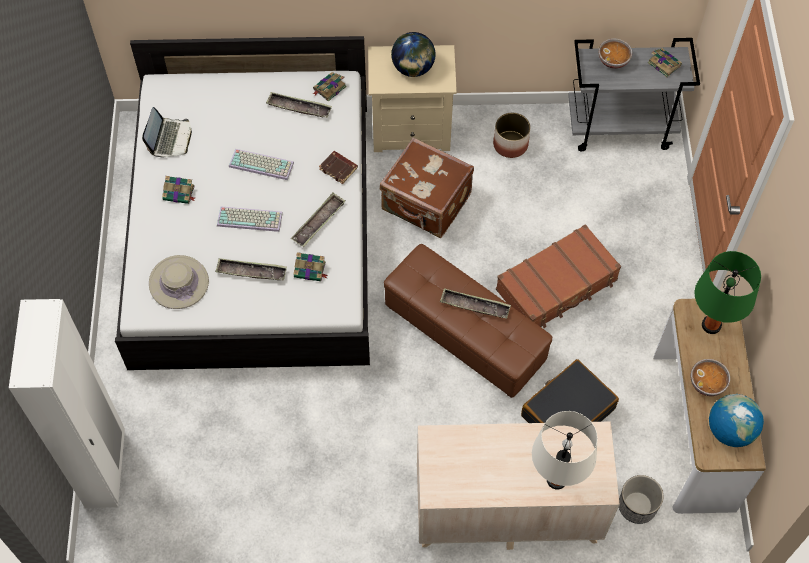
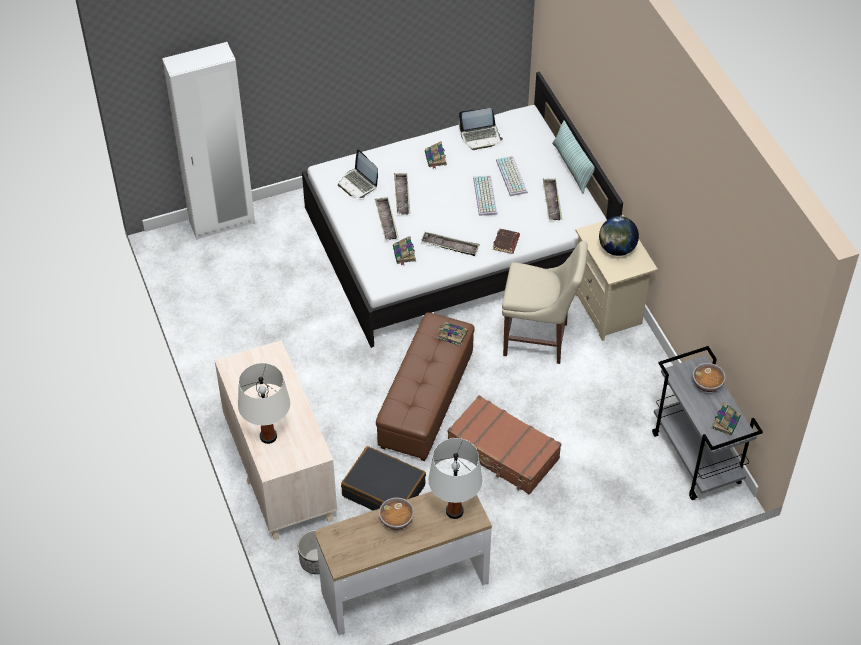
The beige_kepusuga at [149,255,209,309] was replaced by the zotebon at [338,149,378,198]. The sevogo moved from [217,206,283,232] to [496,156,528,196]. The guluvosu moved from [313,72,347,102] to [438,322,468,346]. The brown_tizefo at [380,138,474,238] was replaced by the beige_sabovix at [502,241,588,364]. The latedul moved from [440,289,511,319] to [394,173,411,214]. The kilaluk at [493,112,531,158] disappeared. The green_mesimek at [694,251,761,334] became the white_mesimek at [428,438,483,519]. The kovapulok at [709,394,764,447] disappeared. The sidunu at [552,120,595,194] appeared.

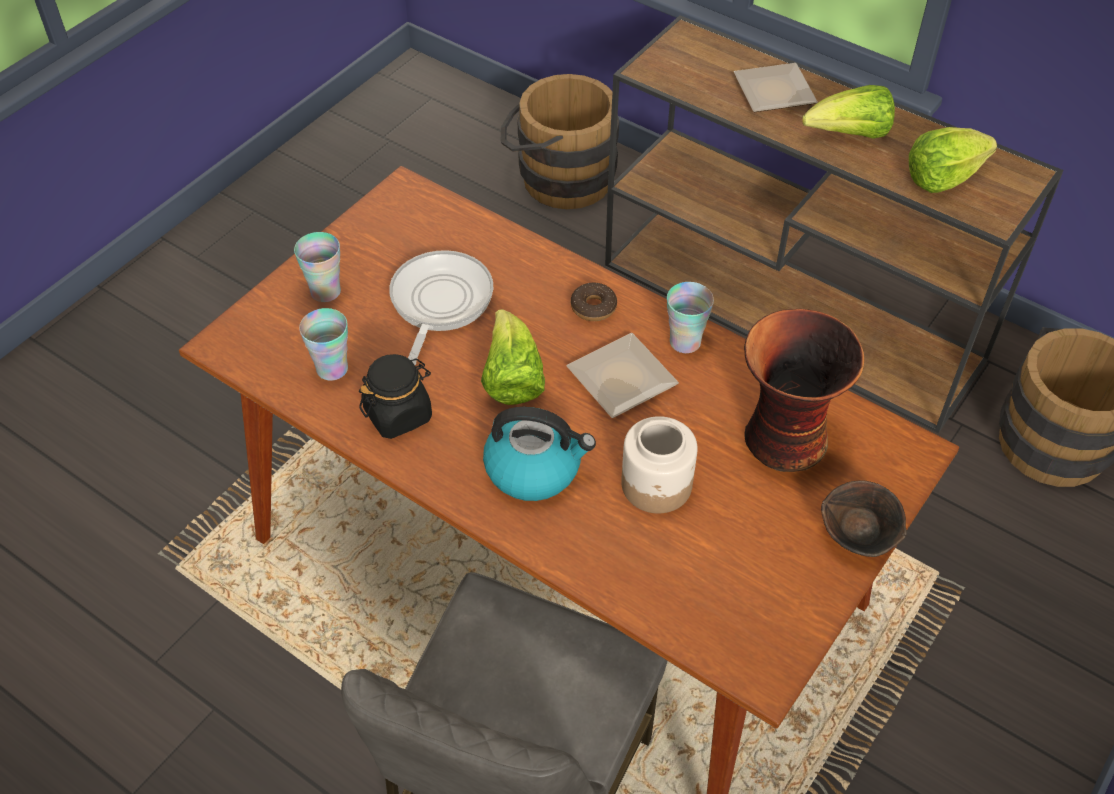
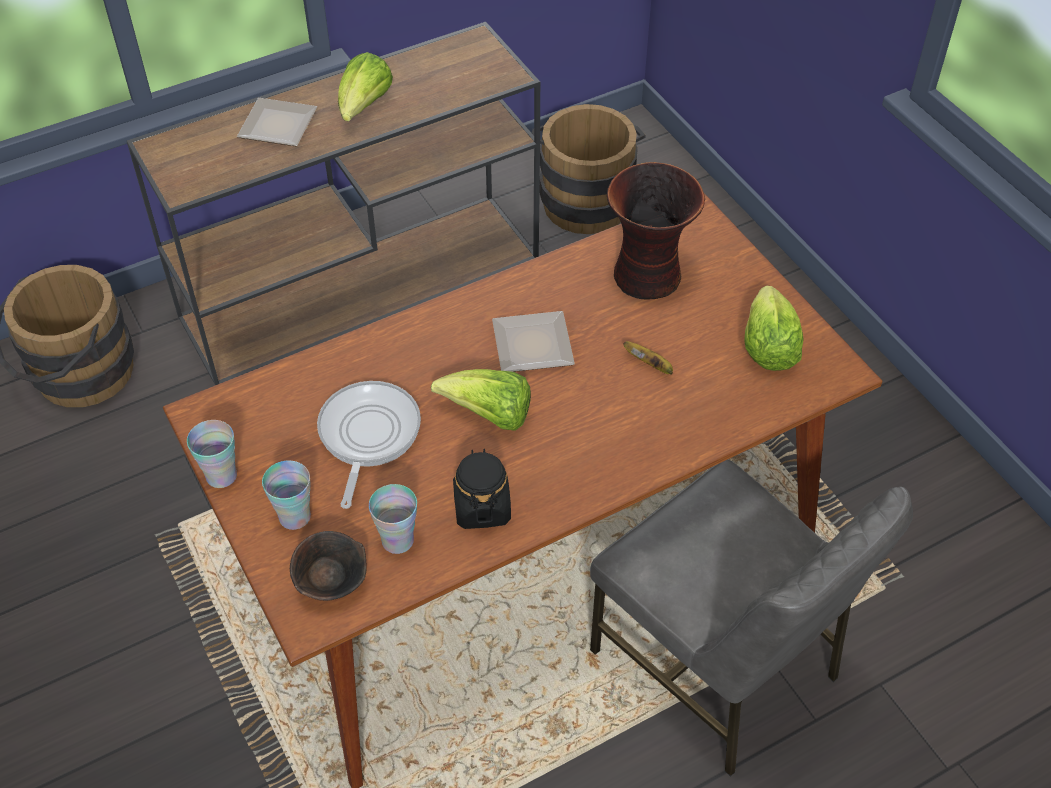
The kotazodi at [389,250,493,365] turned 60 degrees clockwise. The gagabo at [483,407,596,501] disappeared. The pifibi at [571,283,617,321] disappeared. The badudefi at [621,416,698,514] was replaced by the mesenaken at [623,341,673,375]. The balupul moved from [667,282,714,353] to [187,420,237,488]. The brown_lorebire moved from [821,480,907,557] to [290,531,366,601]. The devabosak moved from [909,127,997,193] to [744,286,804,371].

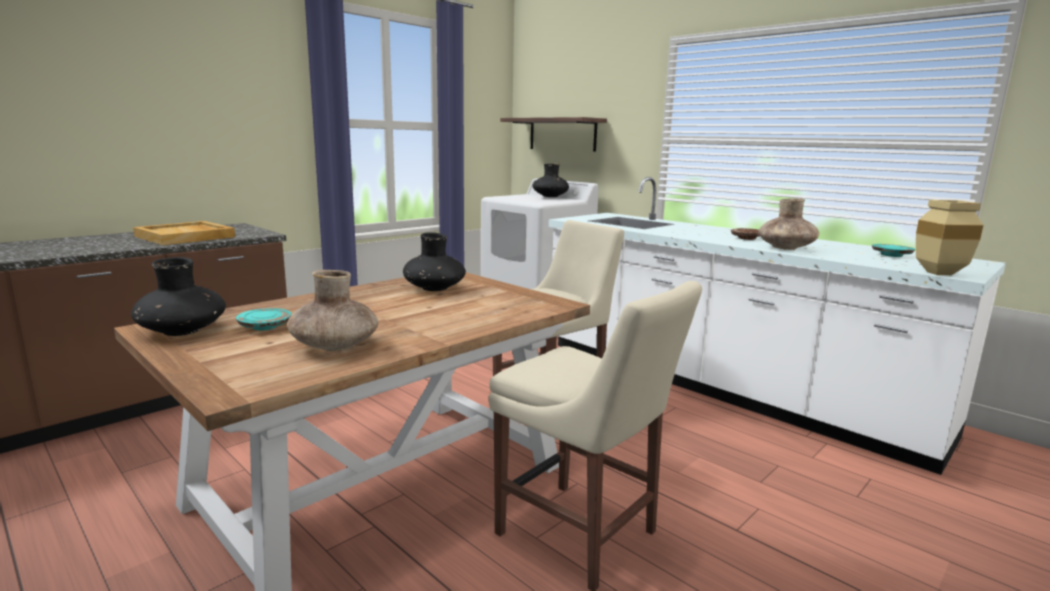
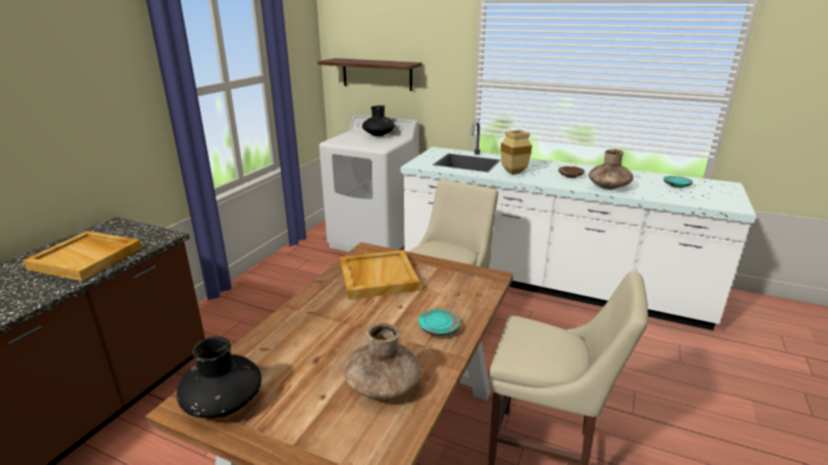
The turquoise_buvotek moved from [236,308,292,330] to [418,309,460,336]. The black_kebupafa at [403,232,466,291] was replaced by the beige_latedul at [340,250,420,300]. The beige_kebupafa moved from [916,200,983,275] to [501,130,532,175].

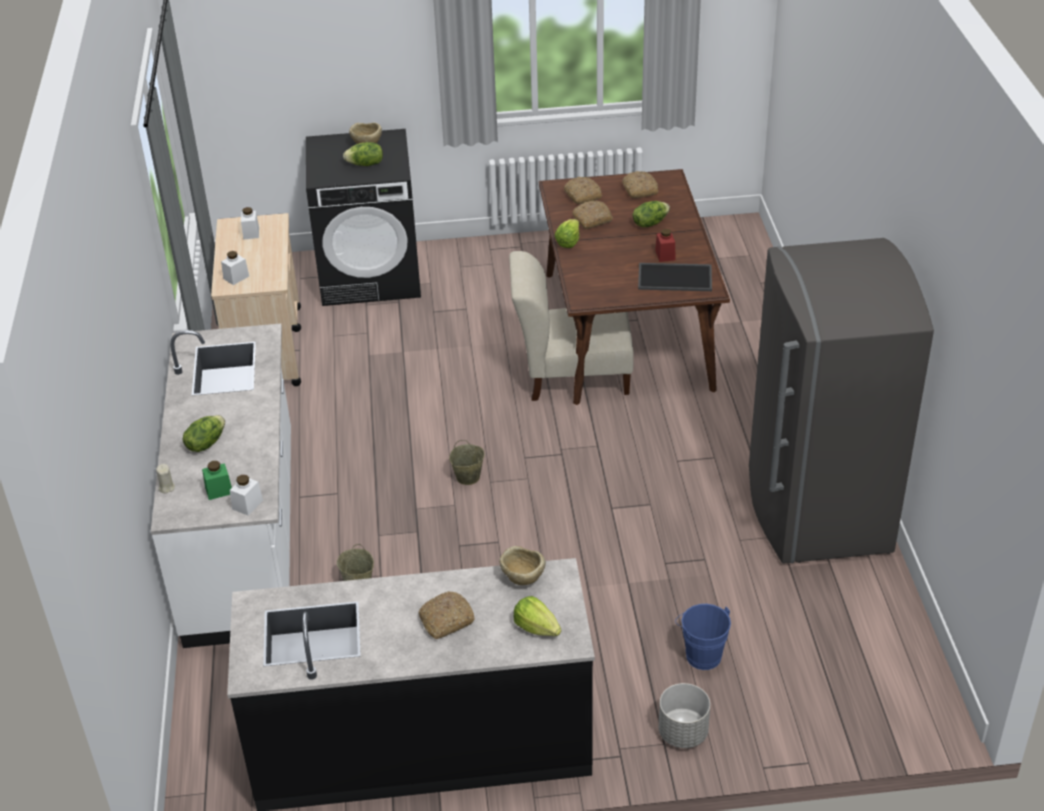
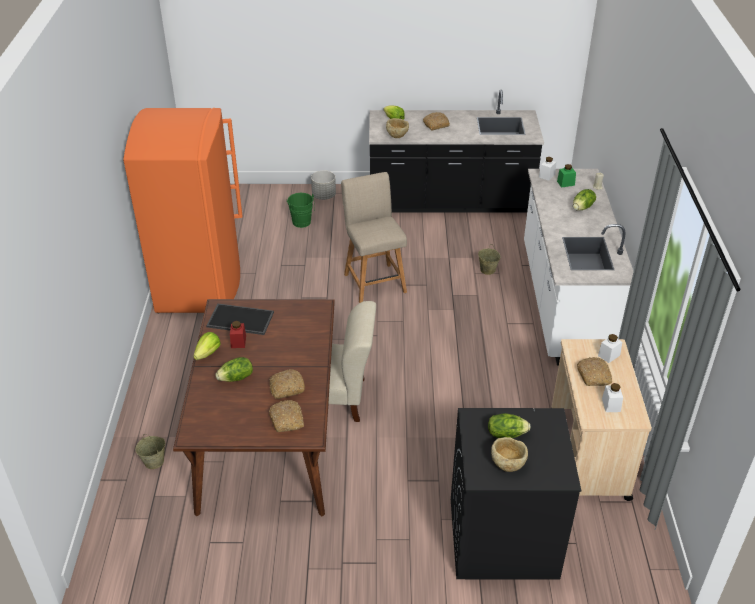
The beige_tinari moved from [449,440,485,485] to [135,434,165,469]. The devabosak moved from [555,219,580,248] to [193,332,221,360]. The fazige moved from [622,171,658,198] to [577,357,612,386]. The blue_tinari at [675,604,731,670] became the green_tinari at [287,193,315,228]. The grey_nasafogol at [749,238,934,563] became the orange_nasafogol at [123,108,243,313]. The beige_sabovix at [341,172,407,303] appeared.

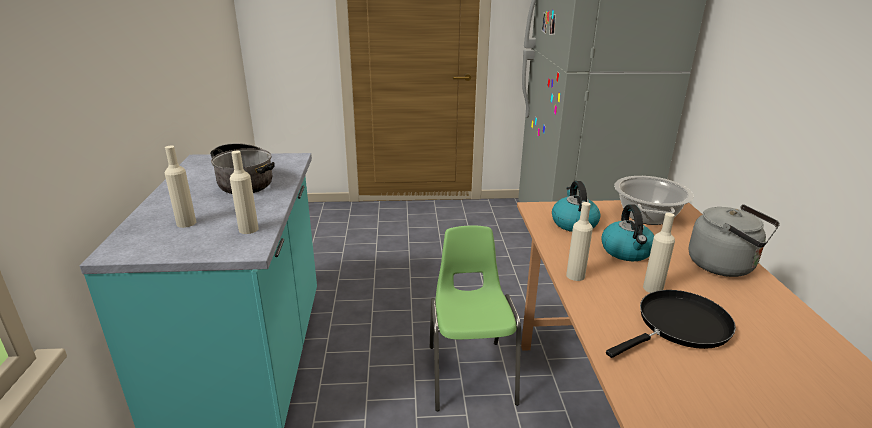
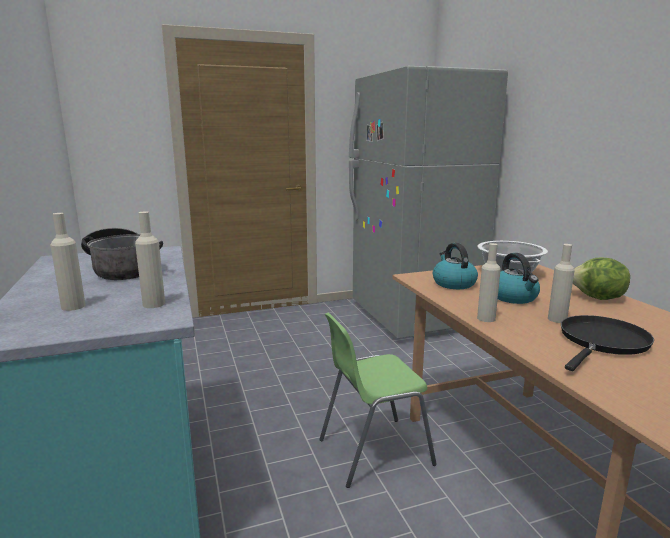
The green_sabovix at [430,226,521,411] turned 90 degrees counterclockwise. The grey_gagabo at [689,205,780,277] was replaced by the devabosak at [573,257,630,300].

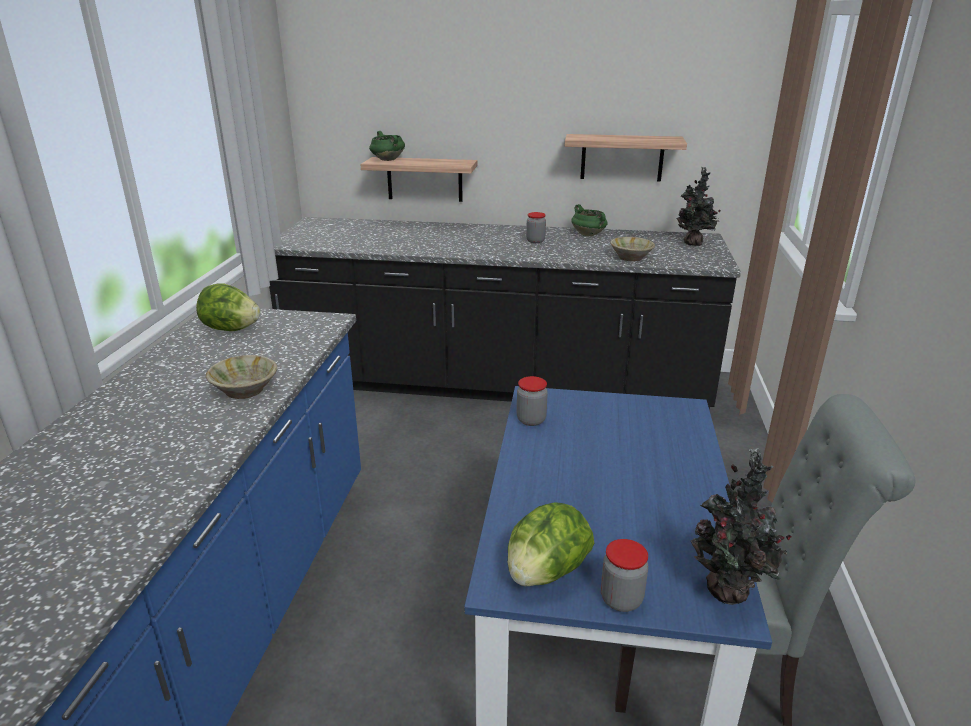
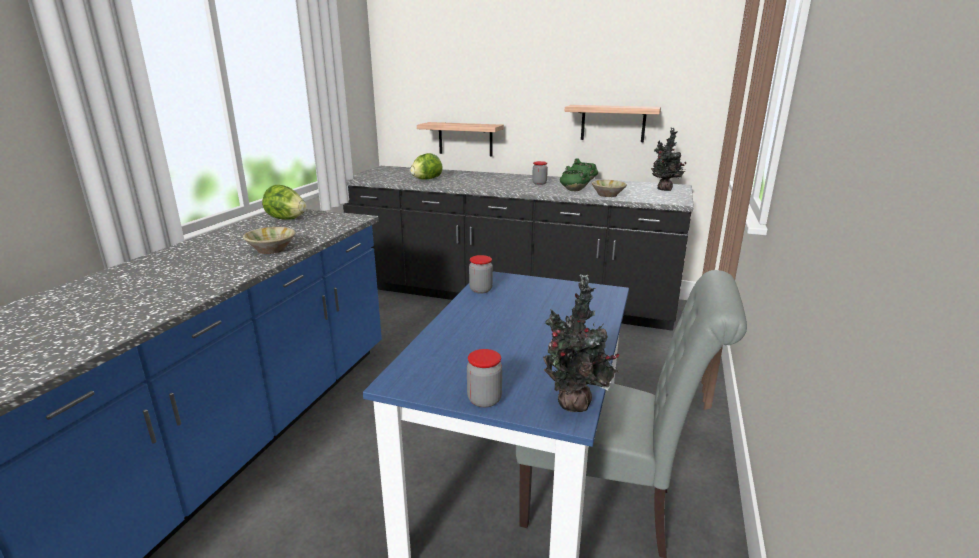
The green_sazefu moved from [369,131,405,161] to [560,166,590,191]. The devabosak moved from [507,502,594,586] to [410,153,443,180].

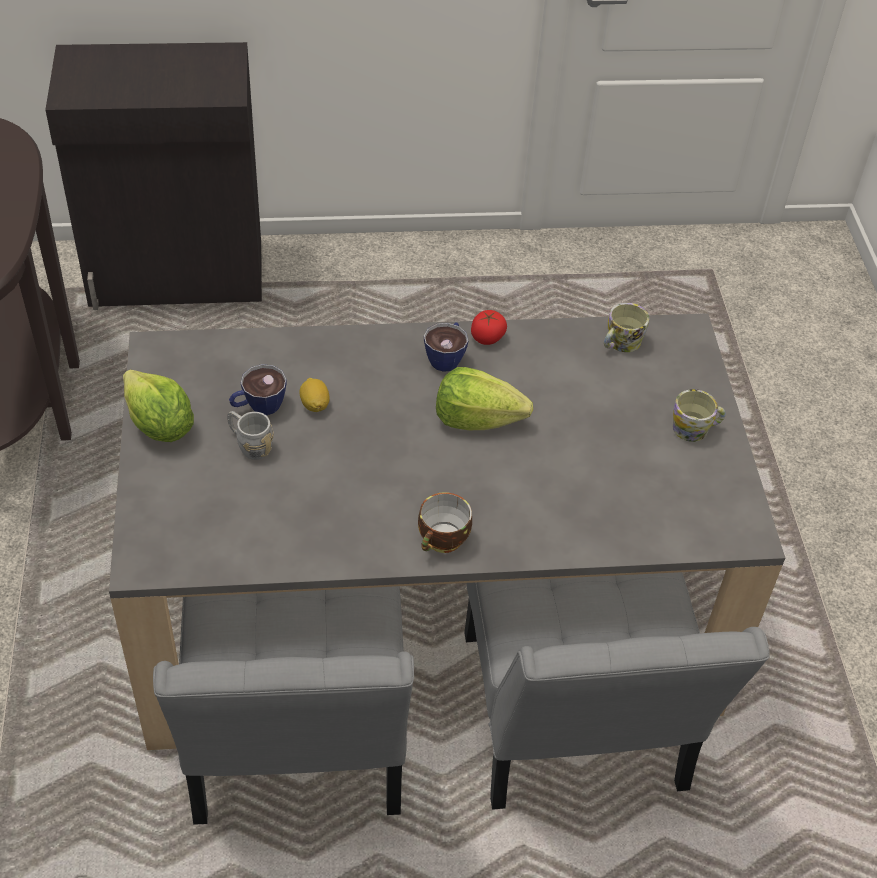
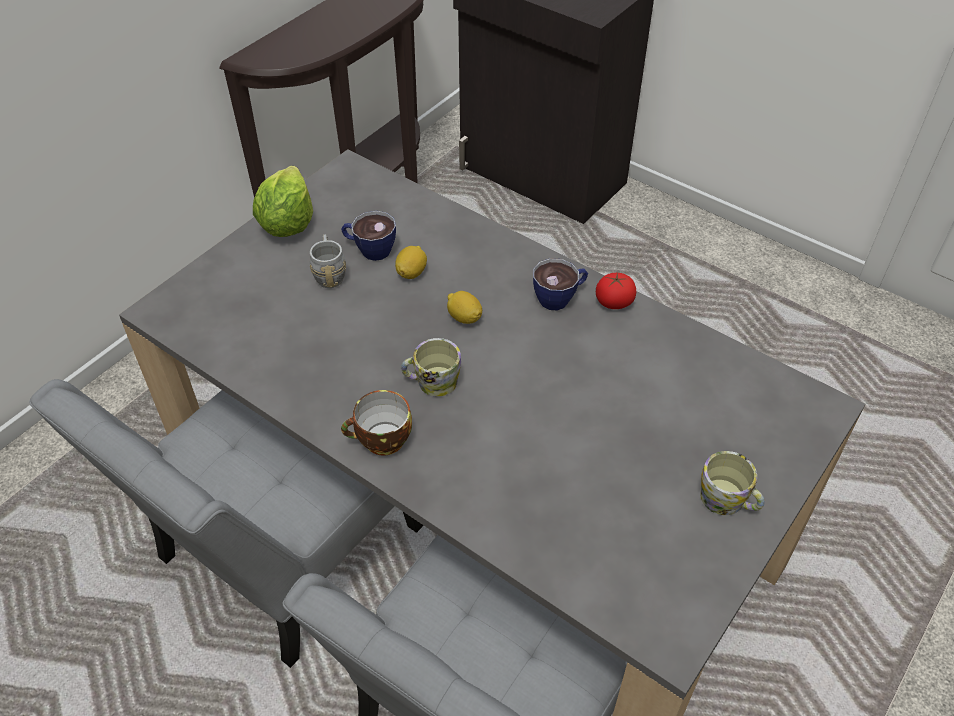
The devabosak at [436,367,533,430] disappeared. The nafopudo moved from [604,303,649,352] to [401,338,461,396]. The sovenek at [447,291,482,324] appeared.

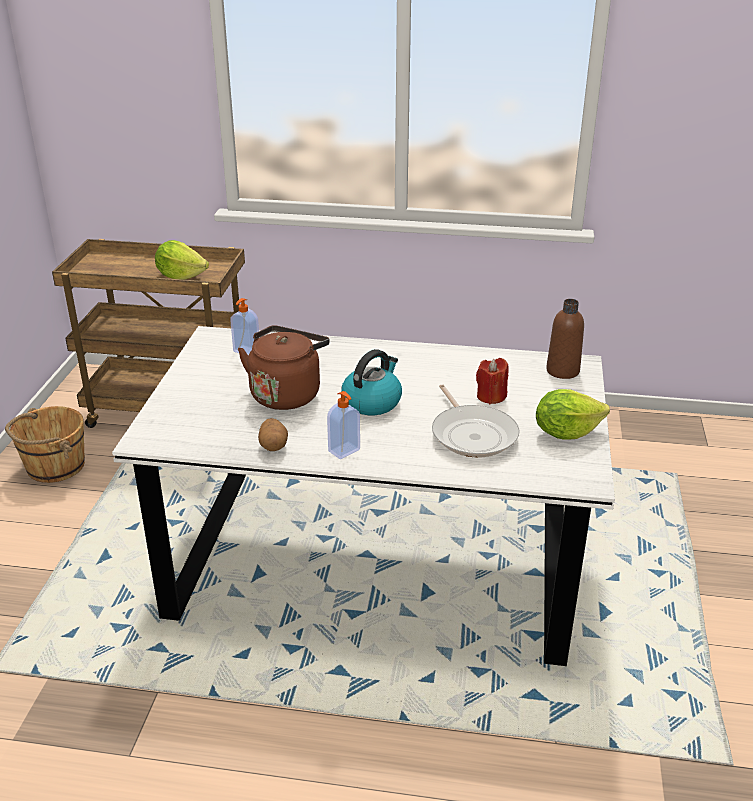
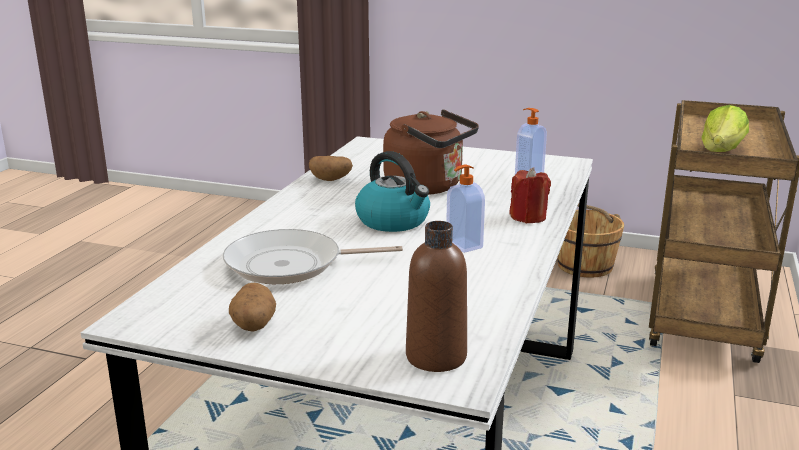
The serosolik moved from [327,391,360,459] to [446,165,485,253]. The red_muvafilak moved from [476,358,509,404] to [509,167,551,223]. The devabosak at [536,389,610,440] was replaced by the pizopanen at [229,283,276,332].

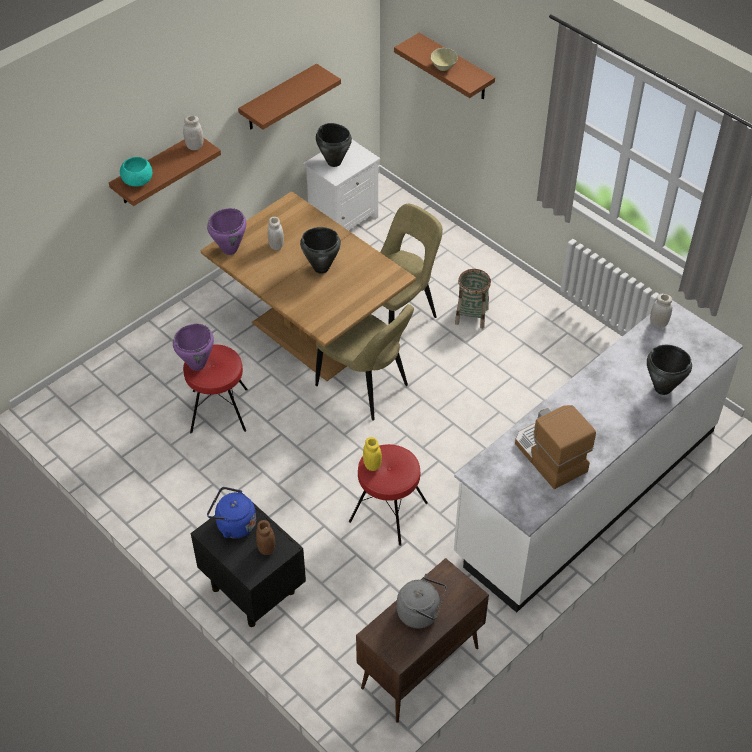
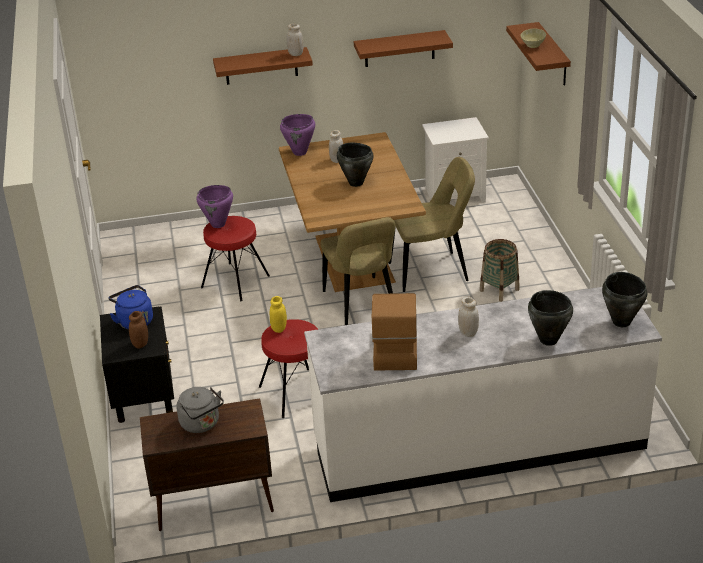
The turquoise_lorebire at [120,157,152,186] disappeared. The black_sazefu moved from [316,123,352,167] to [602,272,647,327]. The white_badudefi moved from [650,294,672,328] to [458,297,479,337].

